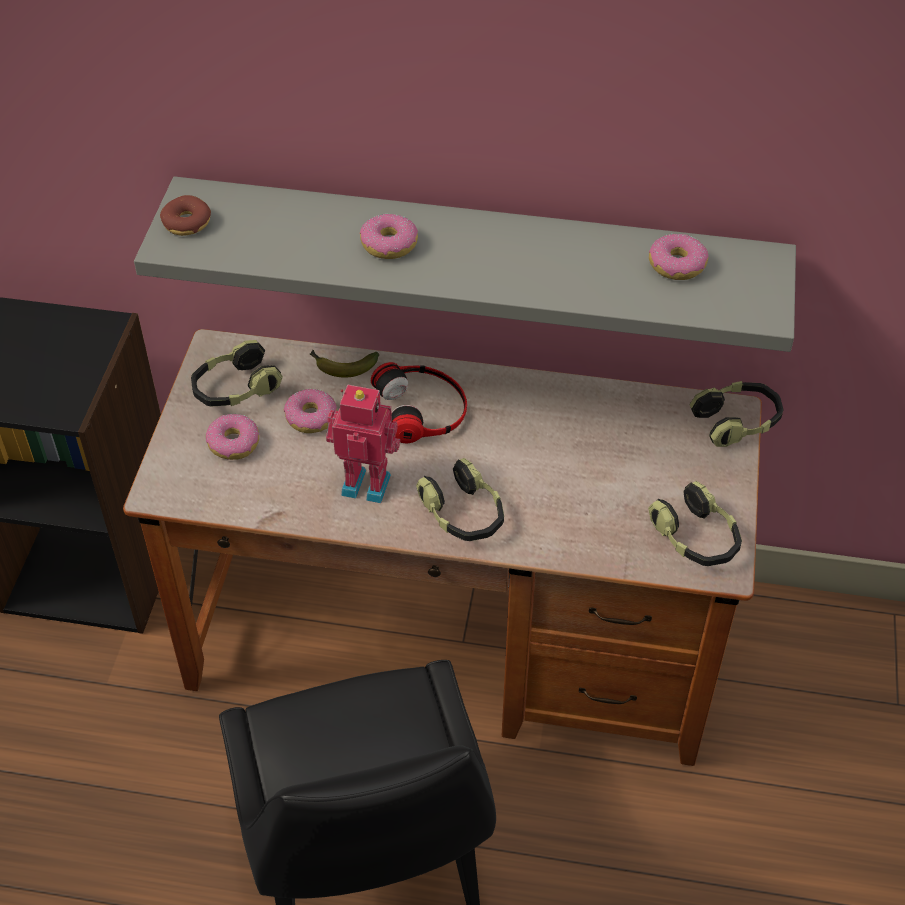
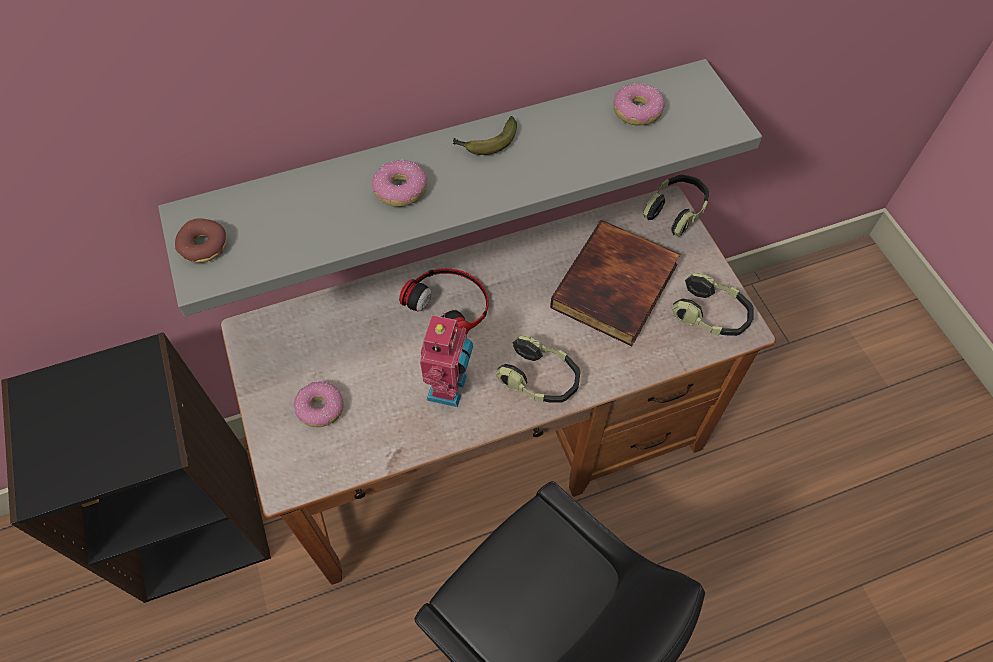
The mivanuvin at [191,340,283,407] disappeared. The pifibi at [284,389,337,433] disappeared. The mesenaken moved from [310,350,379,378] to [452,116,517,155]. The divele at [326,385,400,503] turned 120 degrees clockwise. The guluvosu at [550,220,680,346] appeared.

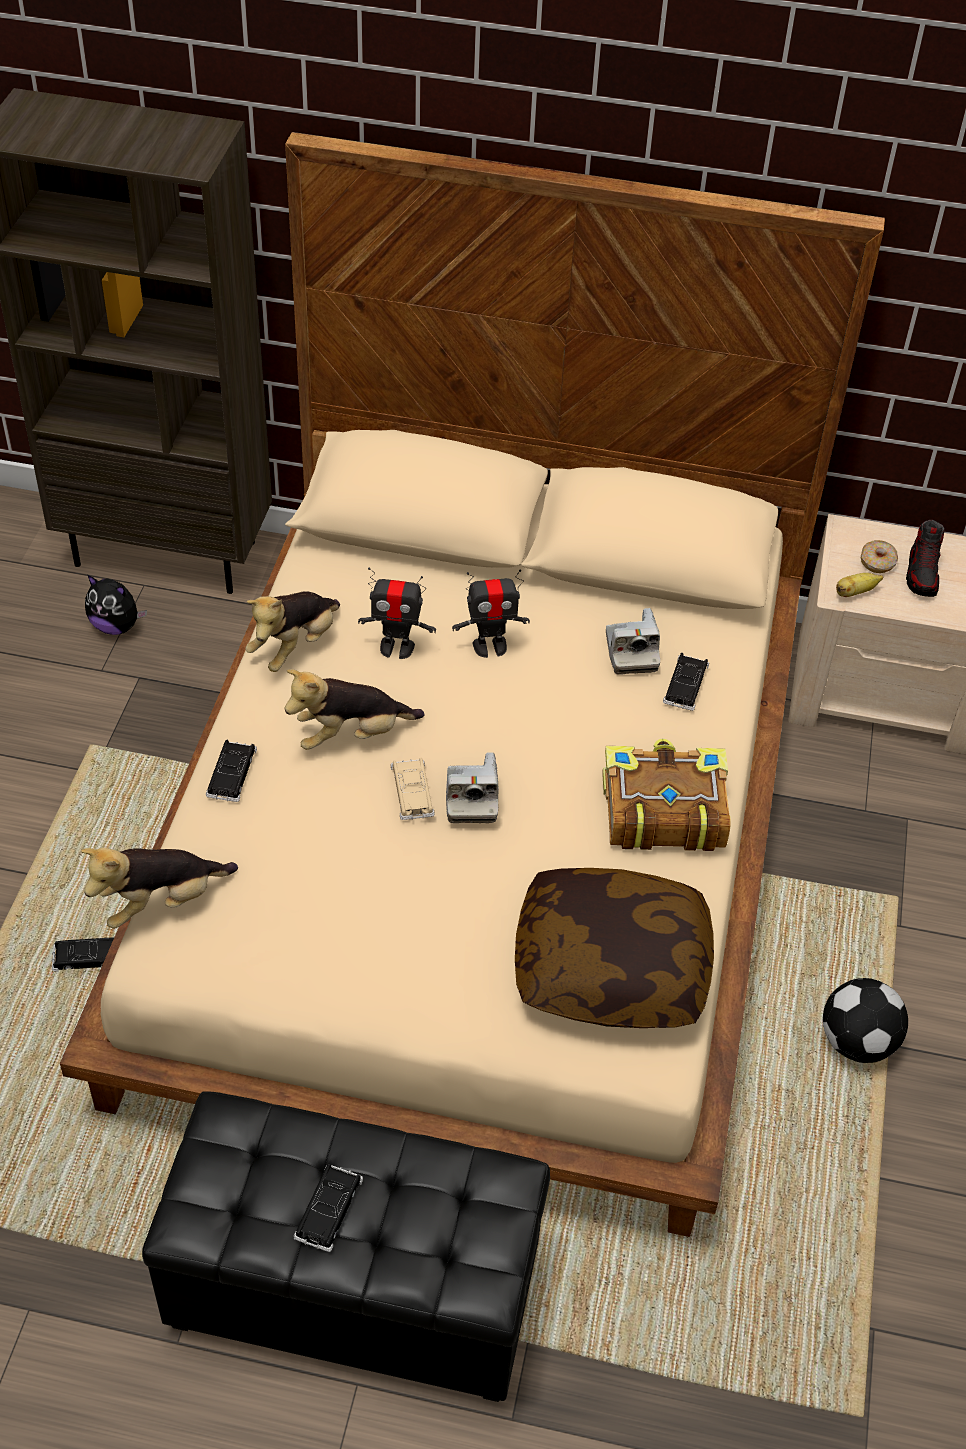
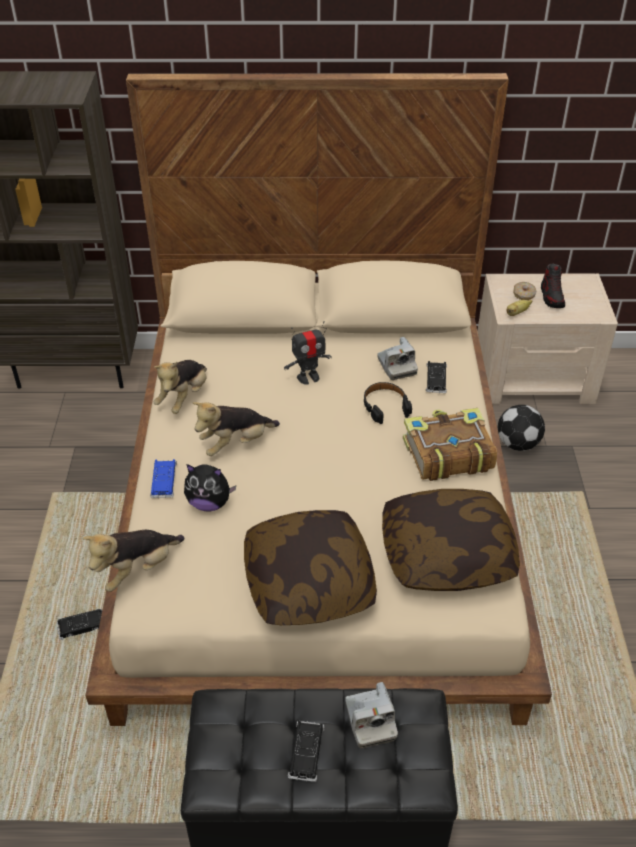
The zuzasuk moved from [85,575,147,635] to [184,464,236,511]. The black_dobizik at [206,739,257,802] became the blue_dobizik at [150,459,177,498]. The divele at [358,567,436,659] disappeared. The beige_dobizik at [391,757,435,820] disappeared. The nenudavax moved from [446,752,499,823] to [345,682,398,749]. The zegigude moved from [823,978,908,1063] to [498,405,545,451]. The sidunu at [244,510,377,625] appeared. The black_mivanuvin at [364,382,412,424] appeared.

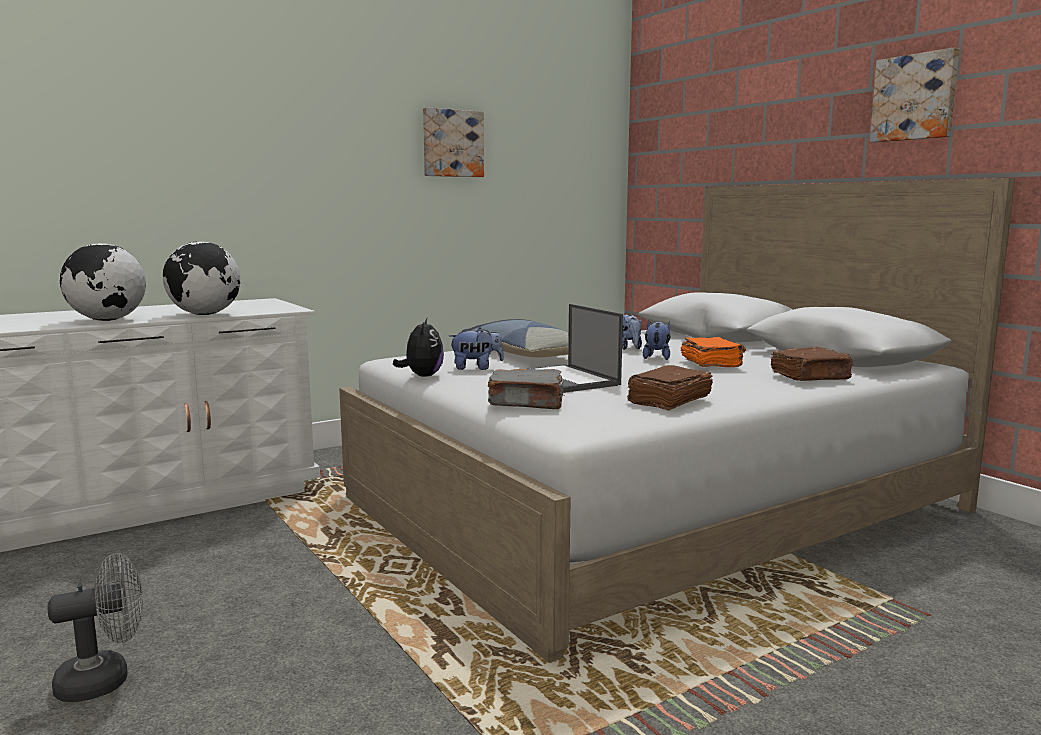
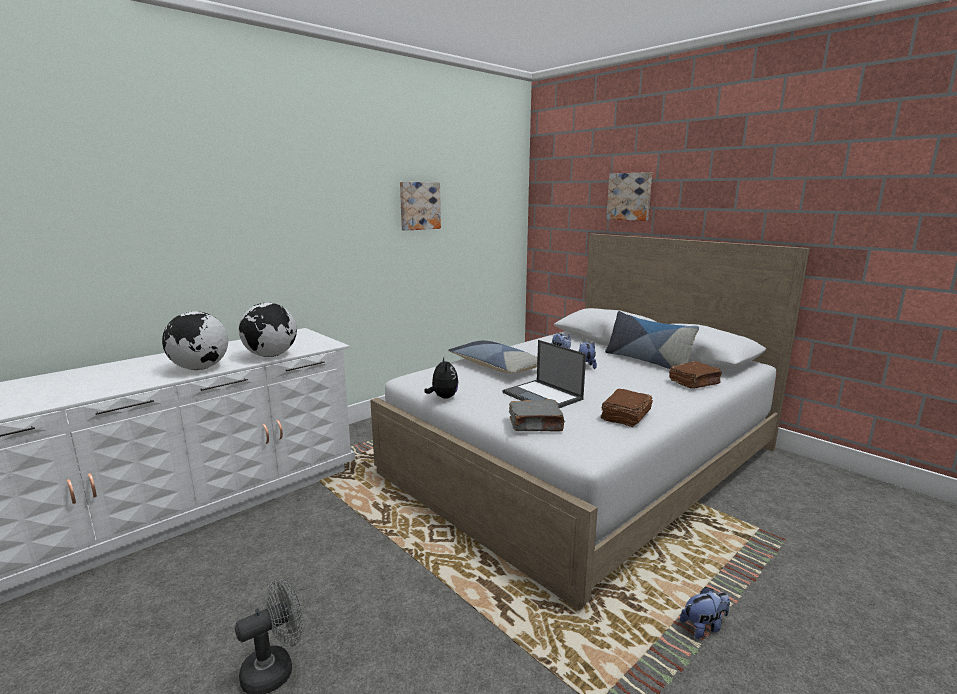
The zuzasuk moved from [449,328,504,370] to [680,587,730,639]. The orange_guluvosu at [681,337,746,367] disappeared. The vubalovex moved from [870,47,959,143] to [606,172,652,221]. The sidunu at [605,311,699,369] appeared.

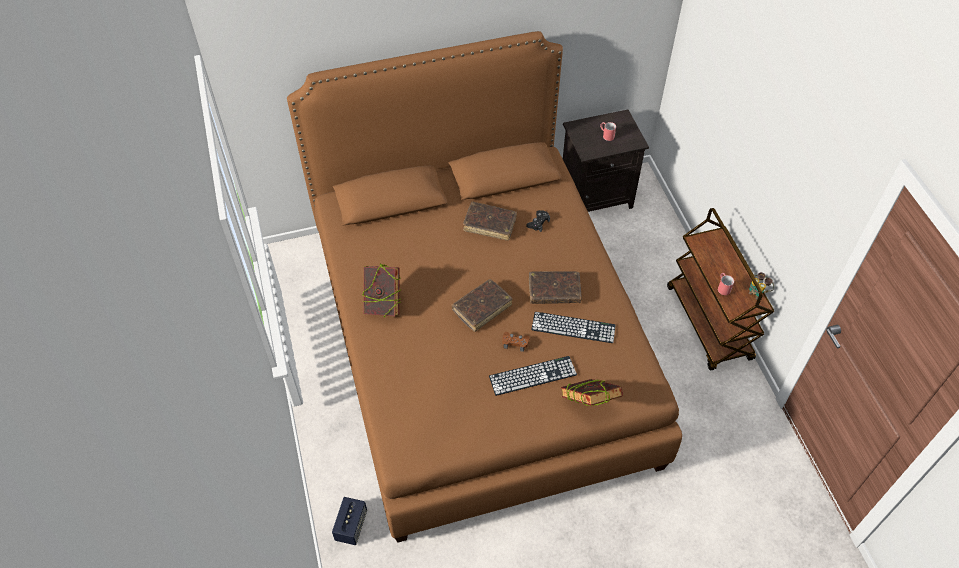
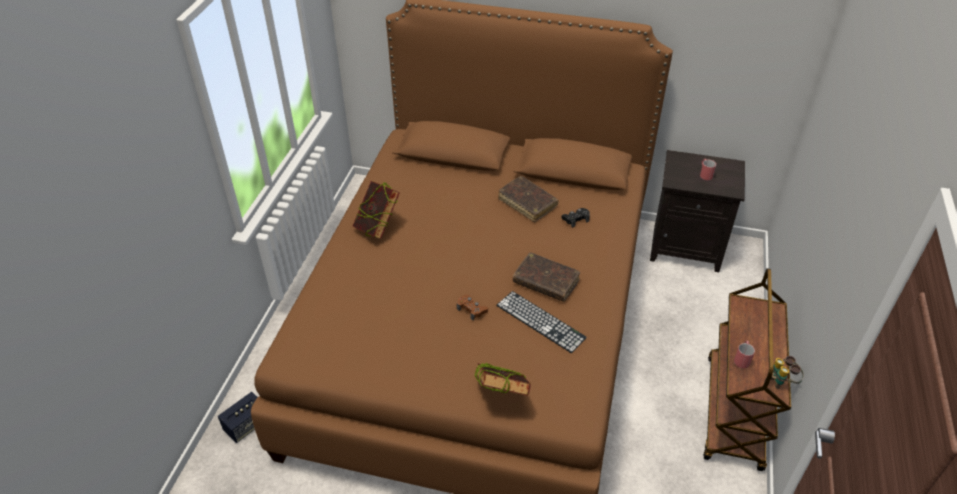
The brown_guluvosu at [452,279,513,332] disappeared. The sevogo at [489,356,577,396] disappeared.

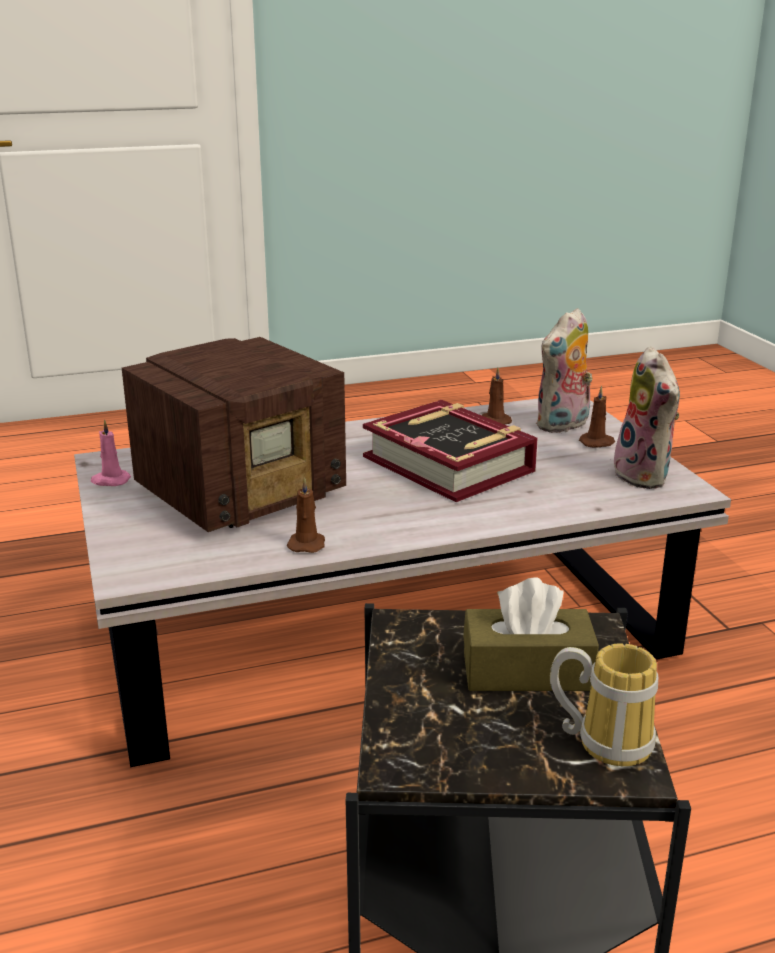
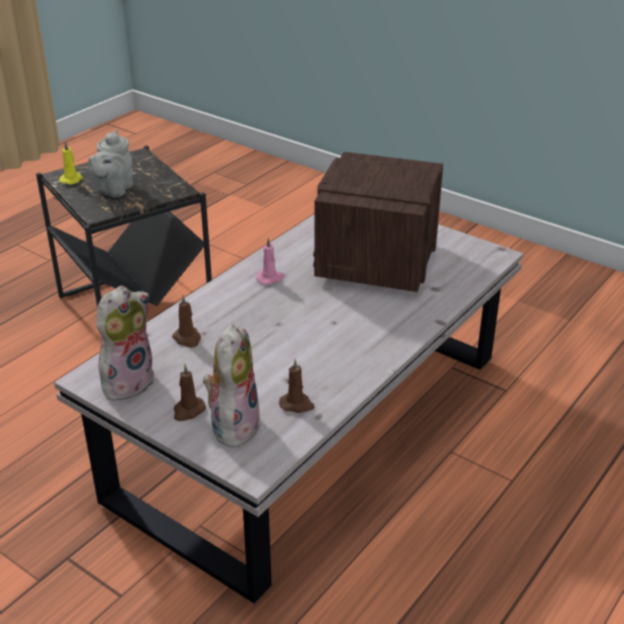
The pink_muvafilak moved from [91,419,131,486] to [256,237,285,285]. The brown_muvafilak moved from [287,477,325,553] to [172,295,201,348]. The guluvosu at [363,400,538,502] disappeared. The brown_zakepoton at [463,578,599,691] was replaced by the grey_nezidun at [88,130,133,197]. The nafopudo at [550,643,658,766] was replaced by the yellow_muvafilak at [59,141,83,185]. The zuzasuk at [614,346,680,489] turned 90 degrees clockwise.

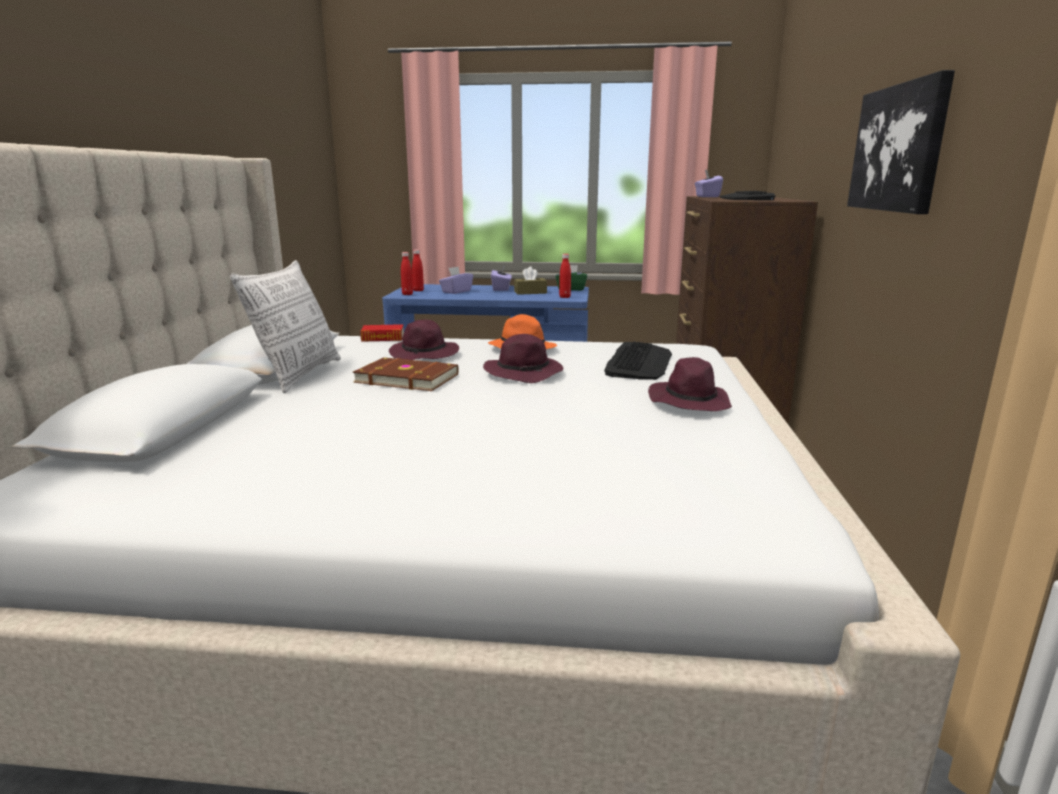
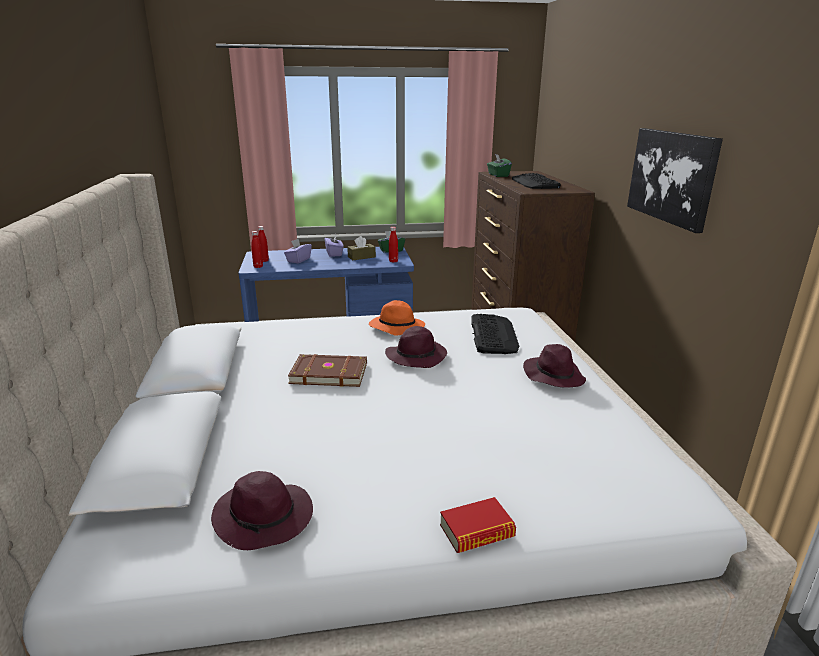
The sidunu at [230,260,341,393] disappeared. The guluvosu moved from [360,324,404,342] to [440,497,516,553]. The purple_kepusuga moved from [389,320,459,360] to [211,471,313,550]. The purple_zakepoton at [695,170,723,197] became the green_zakepoton at [487,154,512,177].

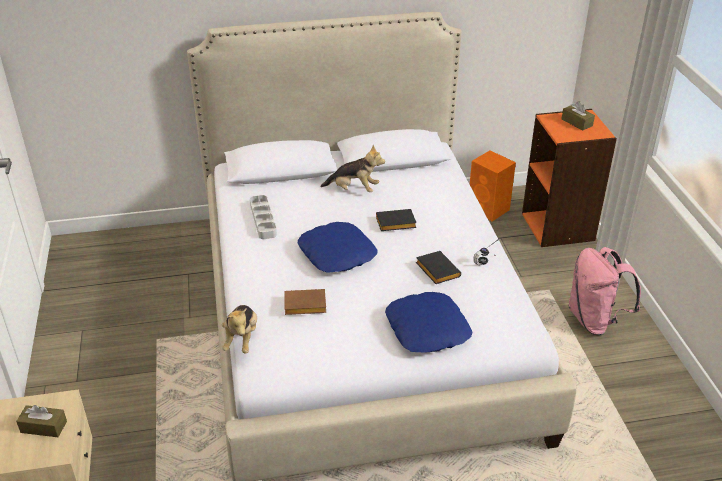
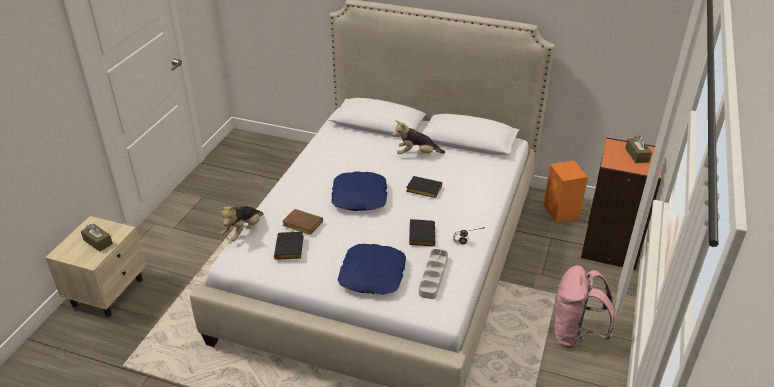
The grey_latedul moved from [250,195,277,239] to [419,249,448,299]. The zuzasuk at [320,145,385,192] turned 135 degrees clockwise. The black_guluvosu at [274,232,304,260] appeared.

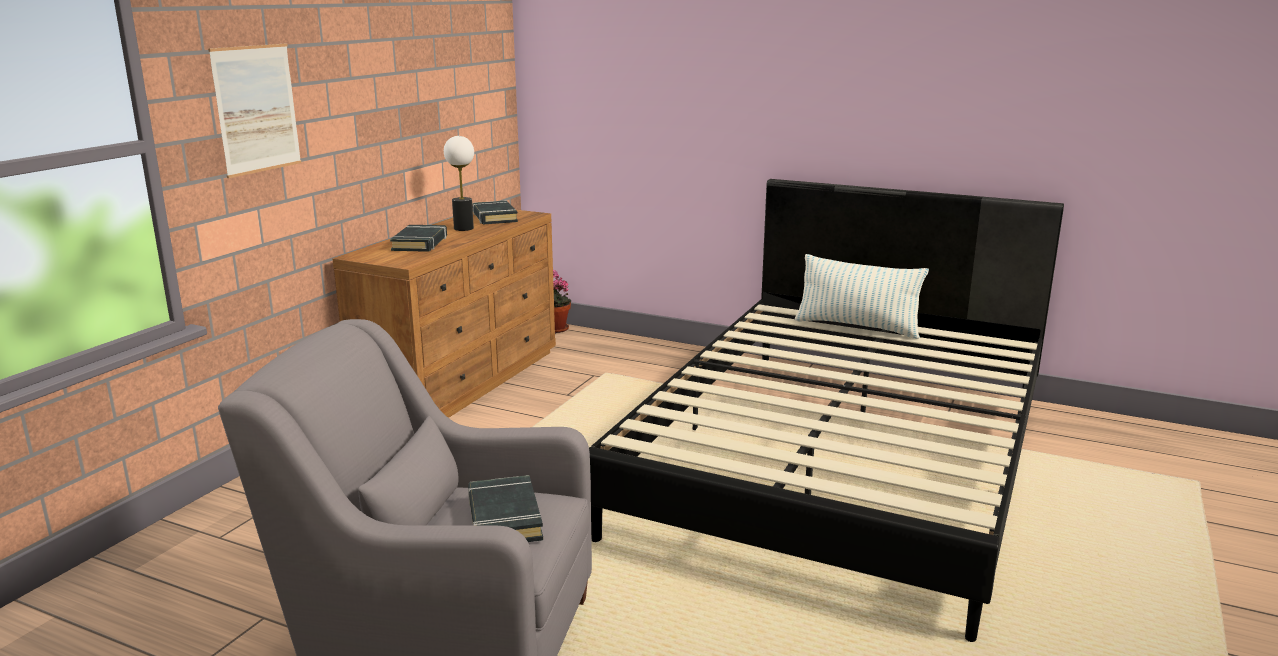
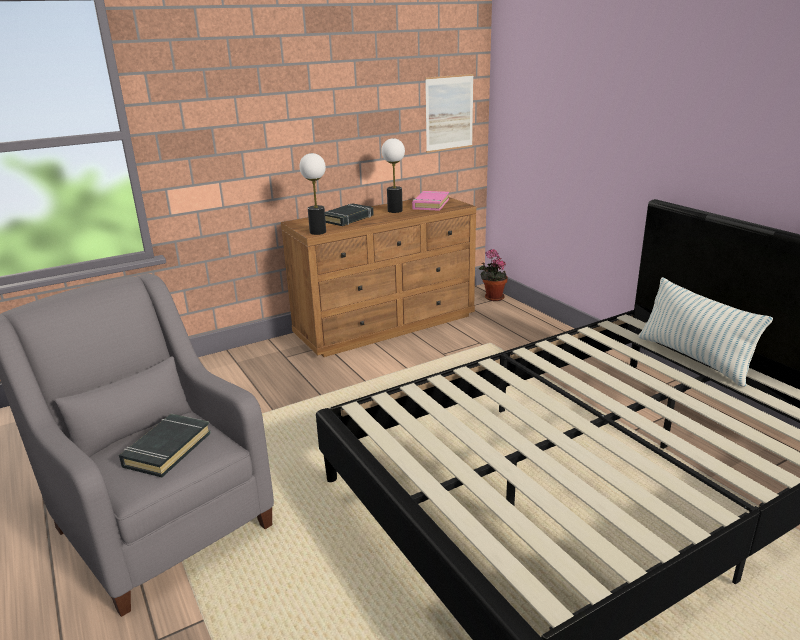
The vubalovex moved from [208,44,301,178] to [425,74,474,153]. The black_guluvosu at [472,200,518,224] became the pink_guluvosu at [412,191,449,211]. The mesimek at [299,153,326,235] appeared.

